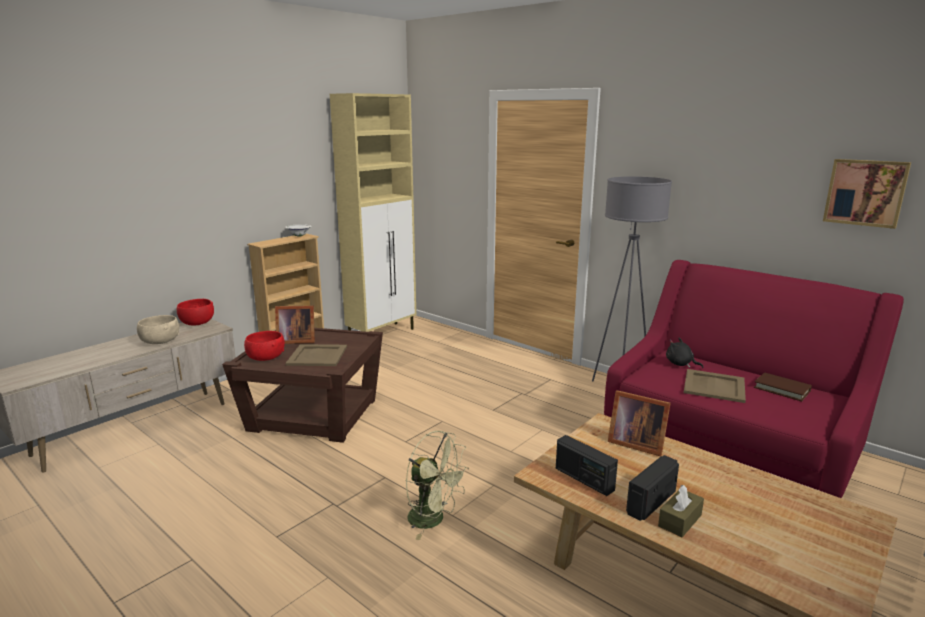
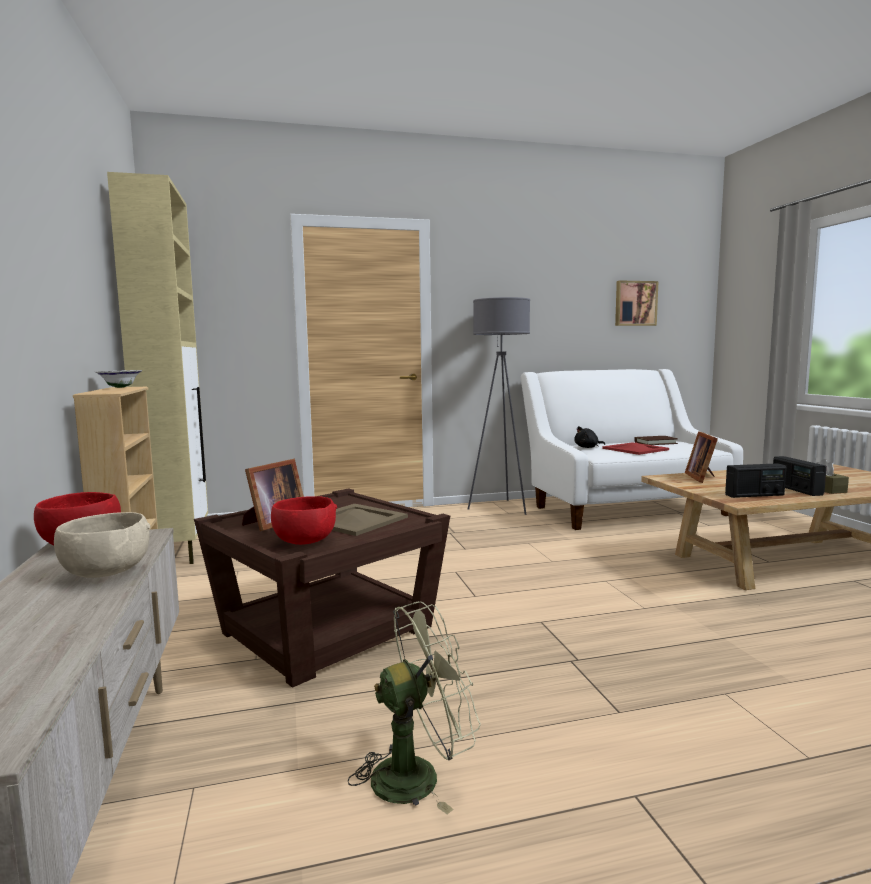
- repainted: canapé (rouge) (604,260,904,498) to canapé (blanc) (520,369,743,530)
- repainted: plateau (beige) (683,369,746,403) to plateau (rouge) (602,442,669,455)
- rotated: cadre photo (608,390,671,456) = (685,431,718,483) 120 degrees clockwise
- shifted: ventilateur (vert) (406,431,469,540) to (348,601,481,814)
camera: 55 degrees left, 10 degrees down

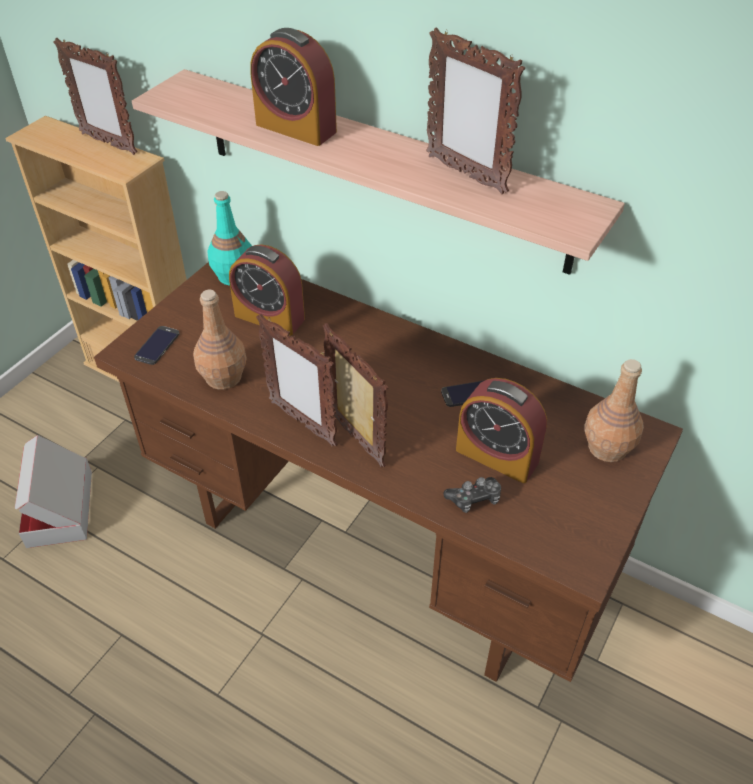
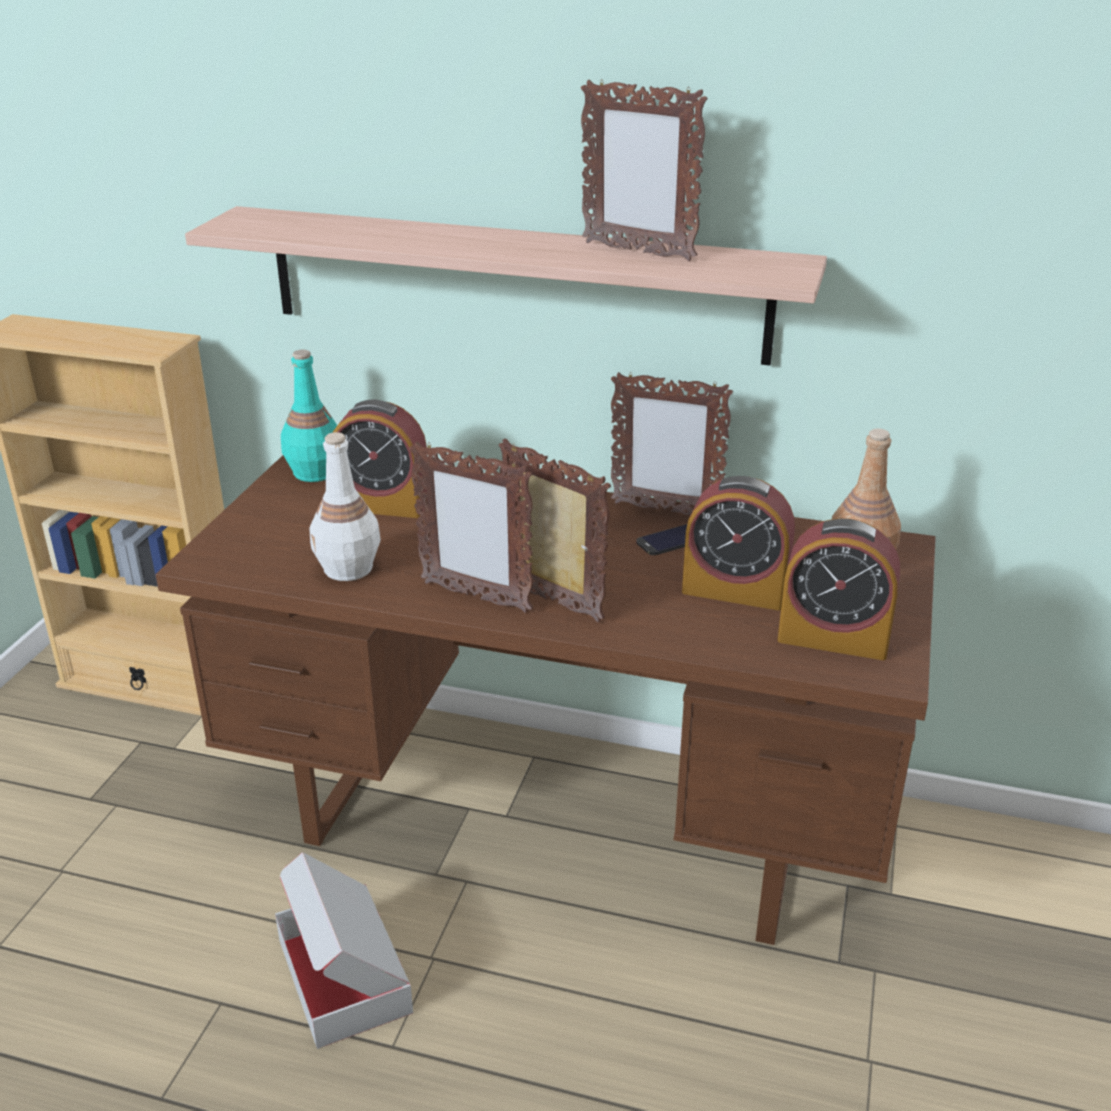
- shifted: réveil (250,28,337,146) to (778,518,900,660)
- shifted: cadre photo (53,38,137,155) to (611,372,733,515)
- repainted: bouteille (marron) (193,290,247,390) to bouteille (blanc) (309,432,381,581)
- gone: téléphone (134,326,180,365)
- shifted: carton (15,435,92,548) to (275,852,413,1049)
- gone: manette (443,477,501,513)
camera: 15 degrees left, 15 degrees down

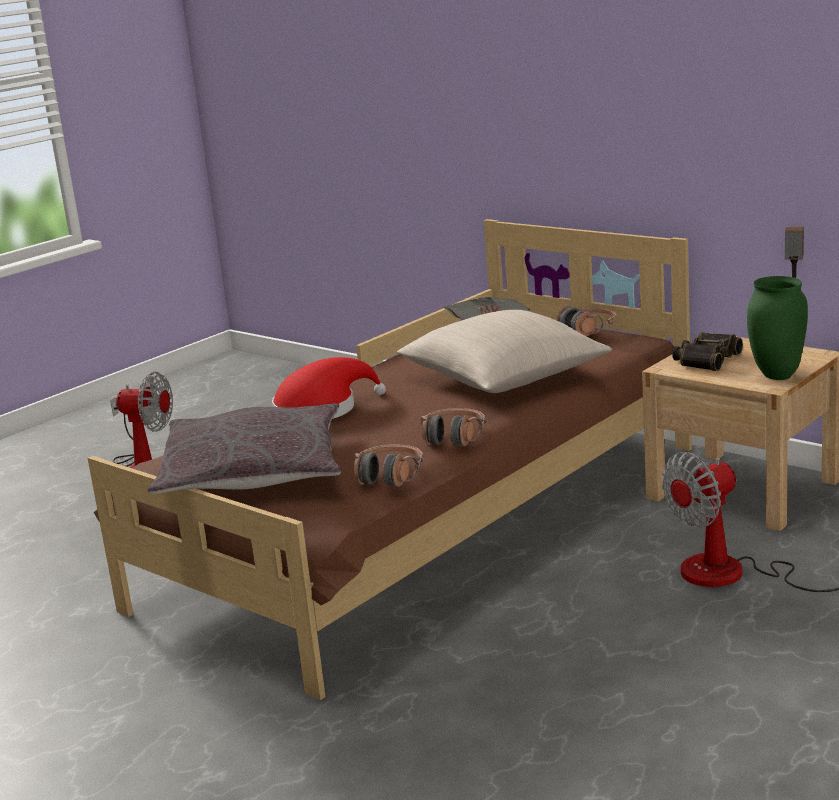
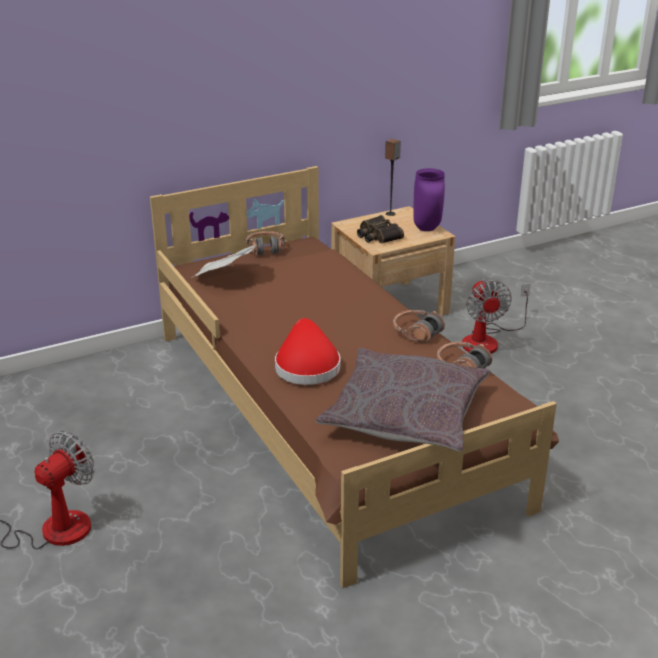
- repainted: vase (vert) (747,276,808,380) to vase (violet) (414,168,445,231)
- gone: coussin (beige) (397,310,612,393)
camera: 70 degrees left, 10 degrees up

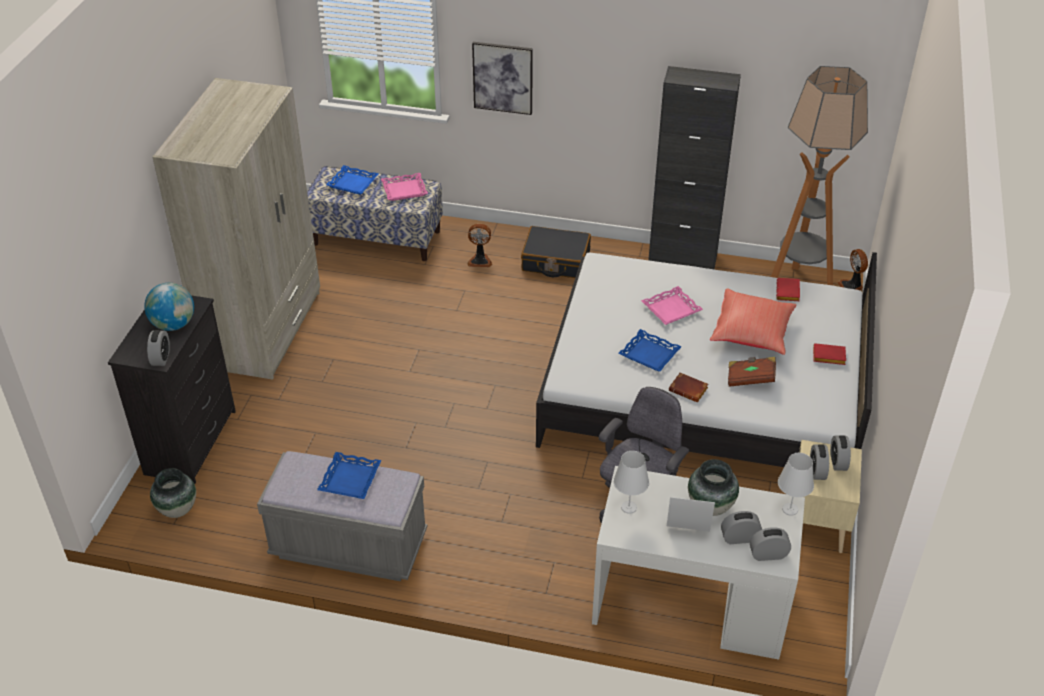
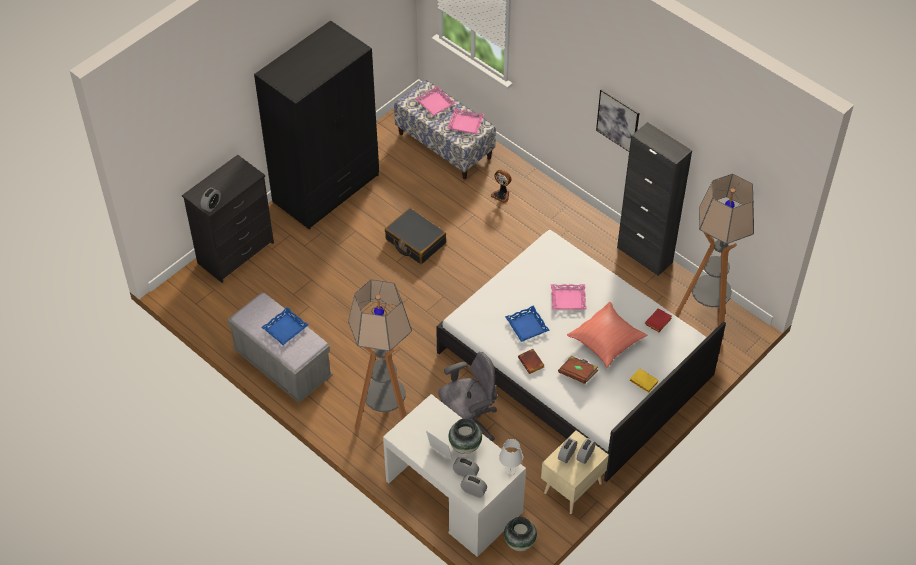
- shifted: tableau (472,42,533,115) to (596,89,640,152)
- repainted: armoire (beige) (152,78,320,380) to armoire (noir) (254,20,379,230)
- repainted: plateau (bleu) (326,165,378,195) to plateau (rose) (415,86,456,116)
- shifted: valise (noir) (521,226,591,278) to (385,208,446,264)
- gone: ventilateur (837,249,868,290)
- gone: globe (144,283,194,331)
- repainted: livre (rouge) (813,343,846,365) to livre (jaune) (630,368,659,393)
- gone: lampe de table (blanc) (613,451,649,514)
- shifted: vase (150,468,196,518) to (504,517,537,551)
- new: lampadaire (348,279,412,431)
camera: 30 degrees right, 10 degrees up

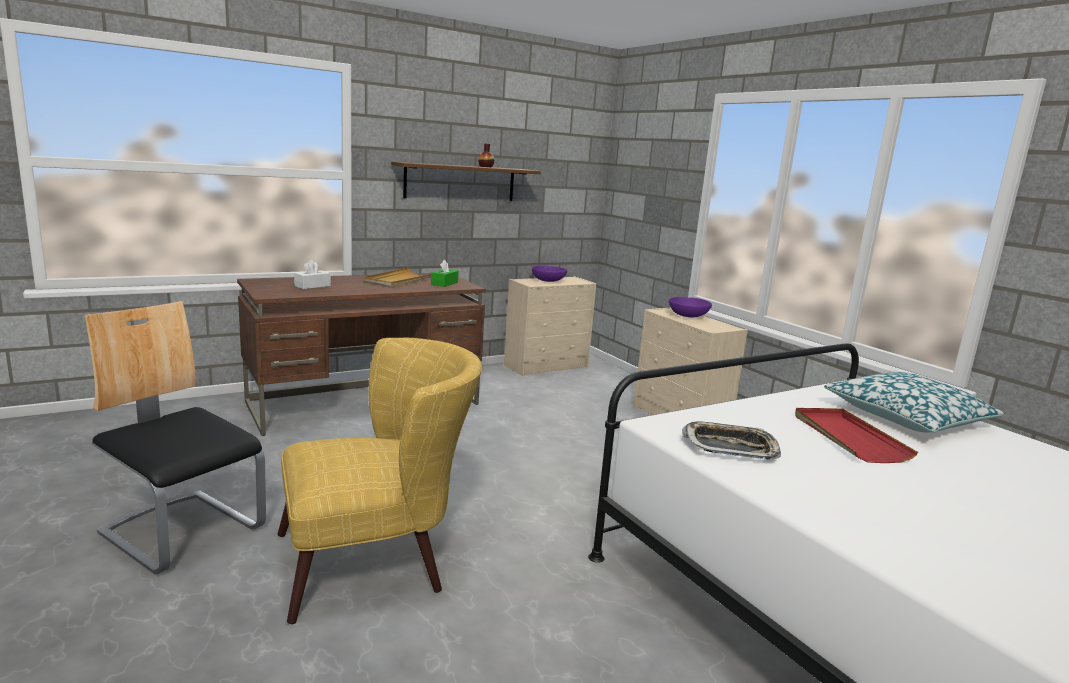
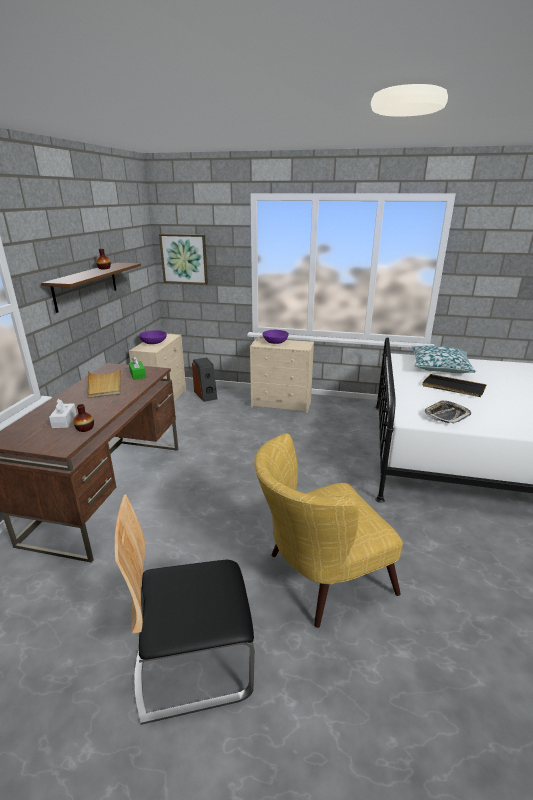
- rotated: fauteuil (jaune) (278,338,482,624) = (254,433,403,628) 135 degrees counterclockwise
- repainted: plateau (rouge) (795,408,918,463) to plateau (noir) (422,374,487,397)
- new: tableau (159,234,208,285)
- new: enceinte (192,357,217,402)
- new: vase (74,404,94,432)
camera: 45 degrees left, 10 degrees up

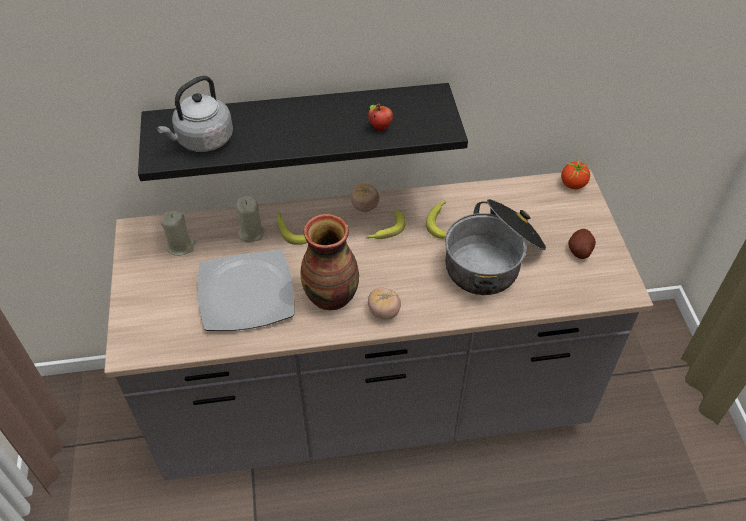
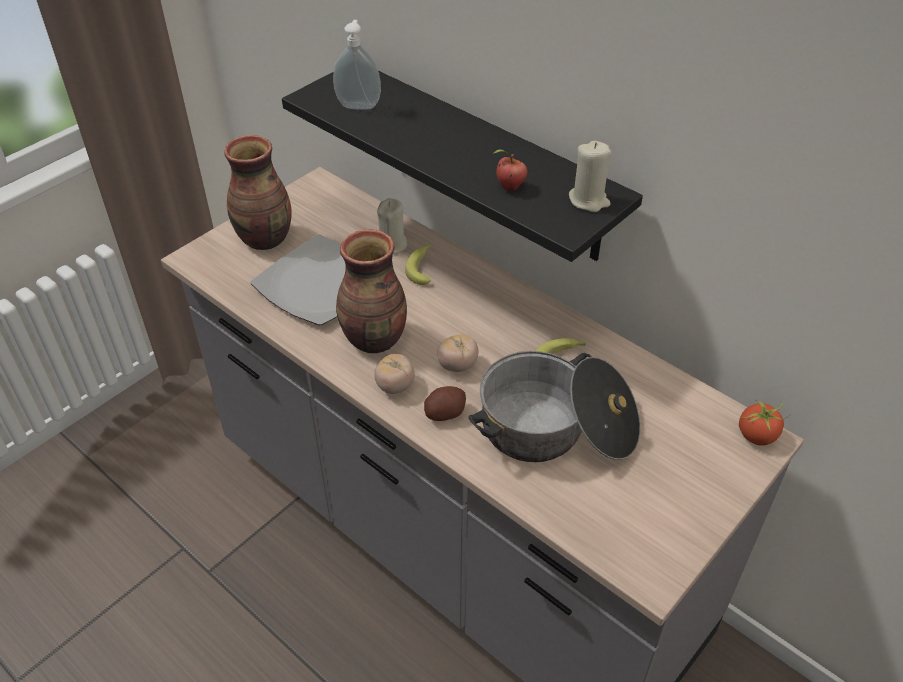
- swapped: bouilloire (gris) (157,75,233,152) to distributeur de savon (333,20,381,110)
- shifted: tomate (351,183,379,212) to (437,334,478,372)
- shifted: bougie (beige) (160,210,196,256) to (569,141,611,212)
- gone: banane (366,211,406,239)
- shifted: pomme de terre (568,229,596,259) to (424,386,466,421)
- new: vase (224,135,292,250)
camera: 50 degrees right, 5 degrees down

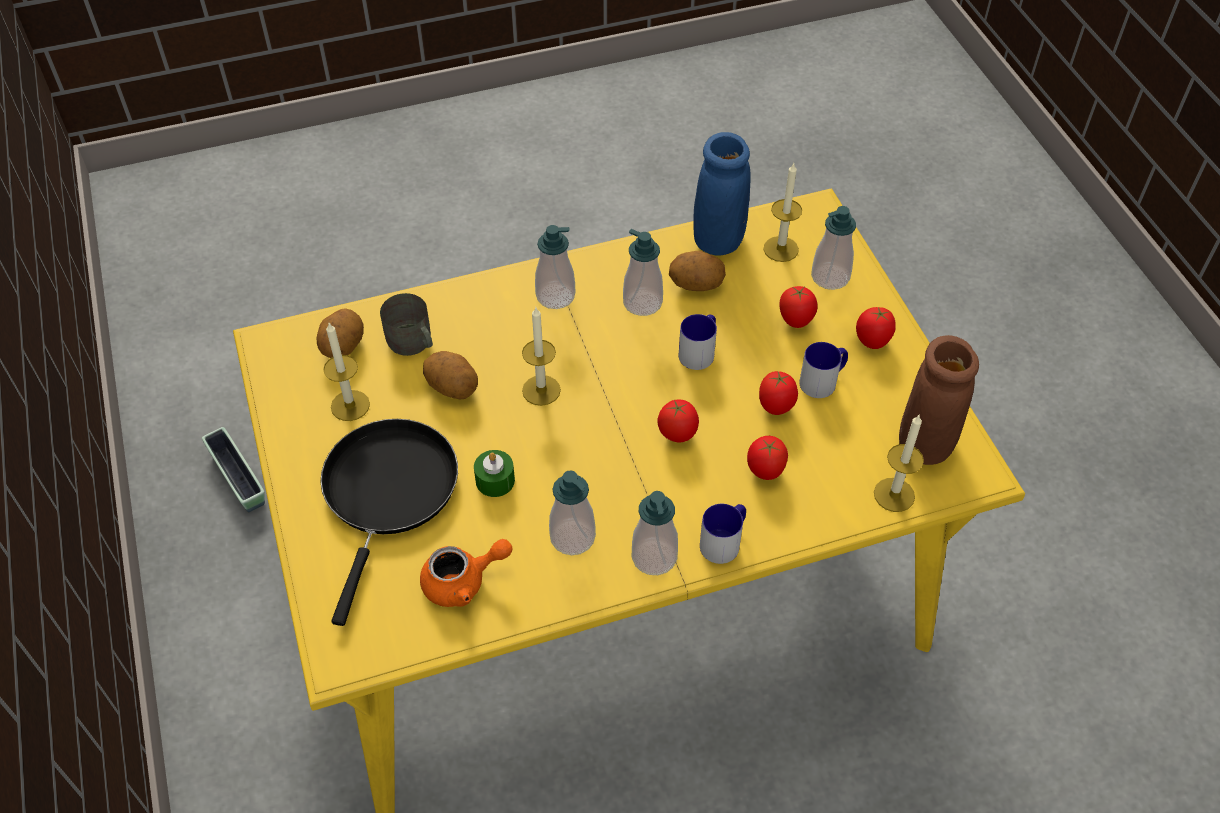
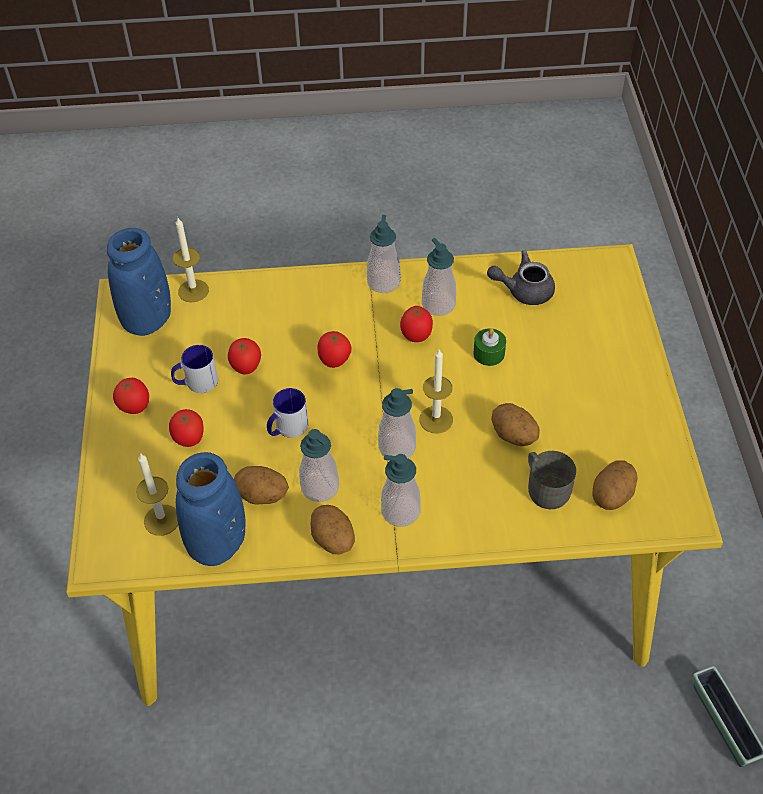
- shifted: distributeur de savon (811,206,856,290) to (378,388,416,458)
- gone: bougie (323,323,370,421)
- repainted: vase (marron) (899,335,979,465) to vase (bleu) (107,228,171,336)
- gone: poêle (noir) (321,419,458,626)
- shifted: tomate (747,436,788,480) to (400,306,433,342)
- gone: mug (700,504,746,564)
- repainted: théière (orange) (420,539,512,607) to théière (gris) (487,250,555,305)
- new: pomme de terre (311,505,355,555)
camera: 165 degrees left, 0 degrees up

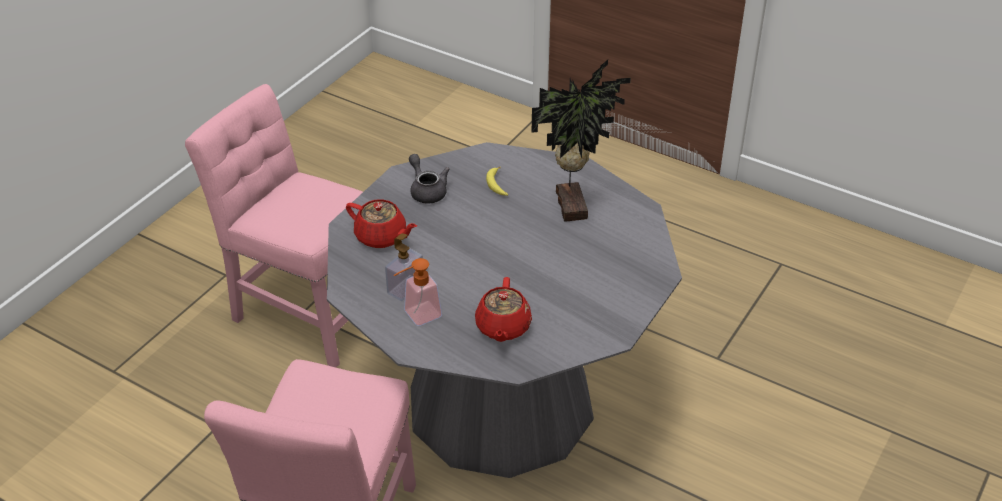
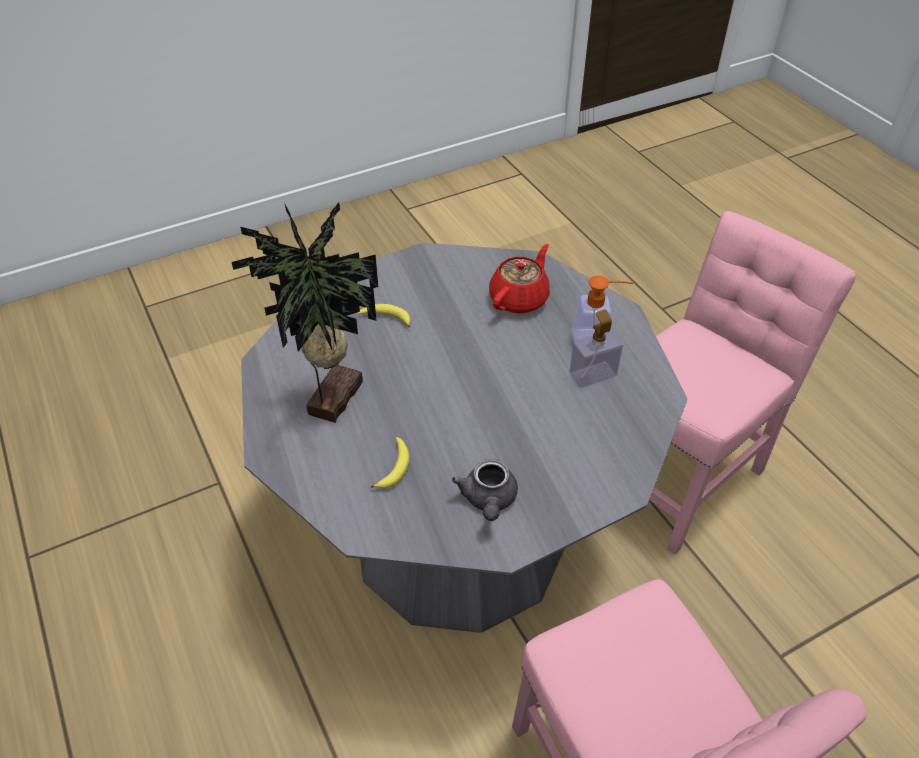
- gone: théière (rouge) (346,199,417,248)
- new: banane (358,304,411,328)
camera: 150 degrees left, 5 degrees up

